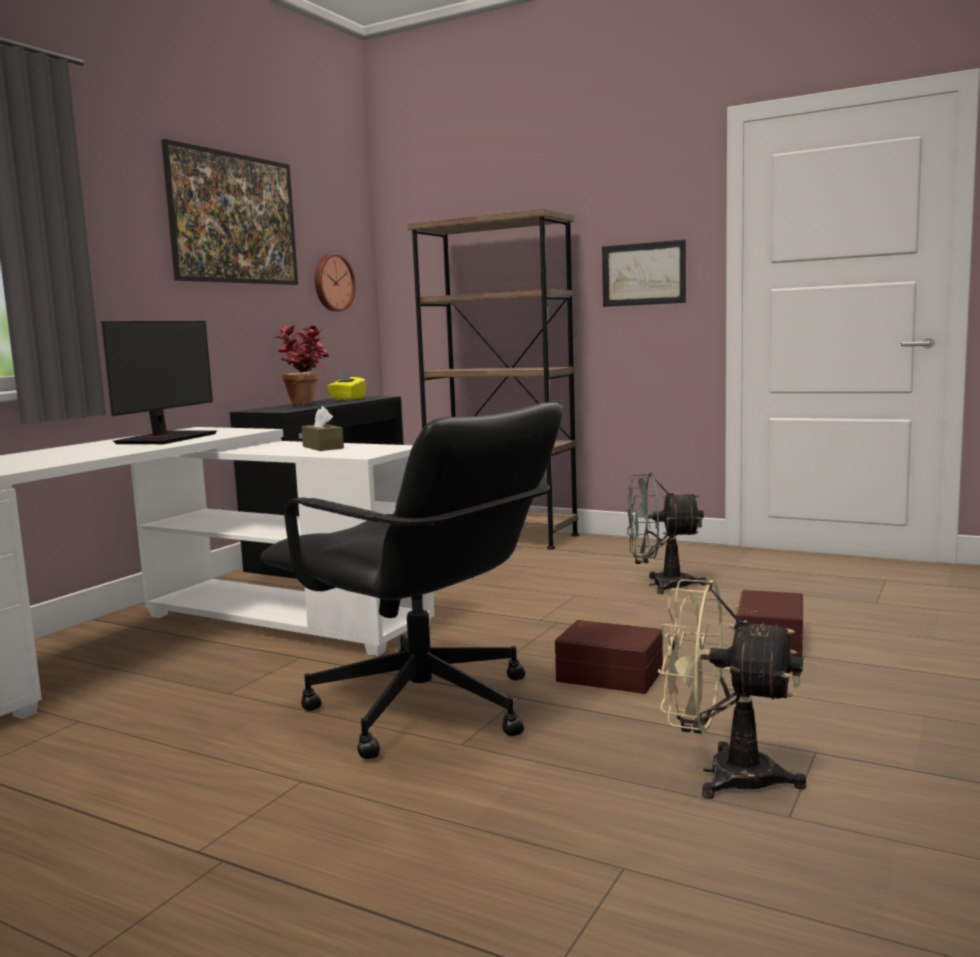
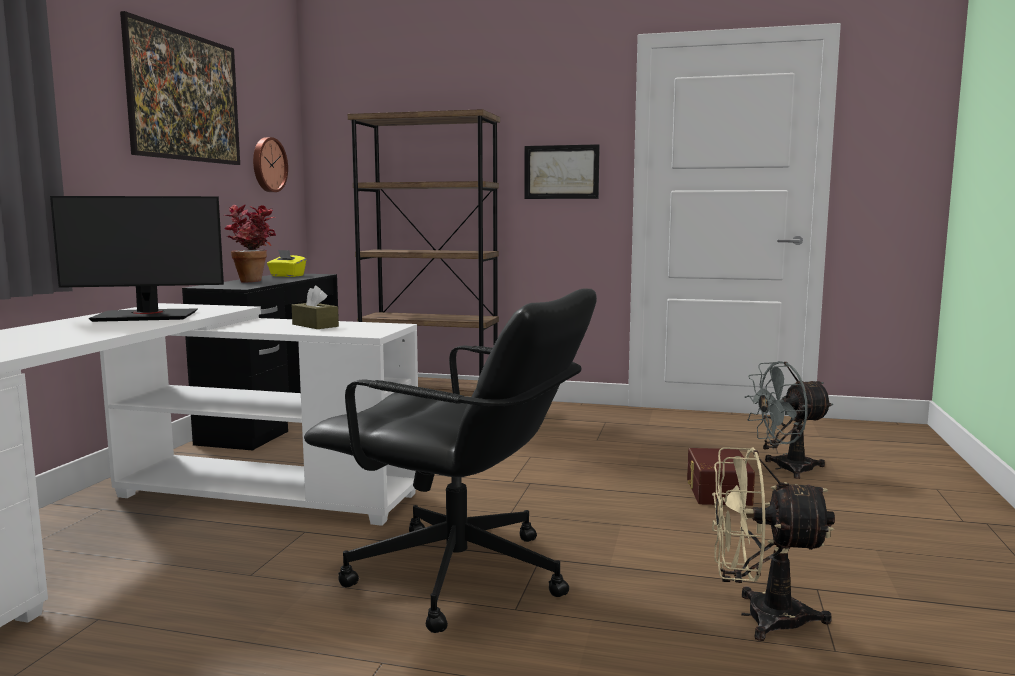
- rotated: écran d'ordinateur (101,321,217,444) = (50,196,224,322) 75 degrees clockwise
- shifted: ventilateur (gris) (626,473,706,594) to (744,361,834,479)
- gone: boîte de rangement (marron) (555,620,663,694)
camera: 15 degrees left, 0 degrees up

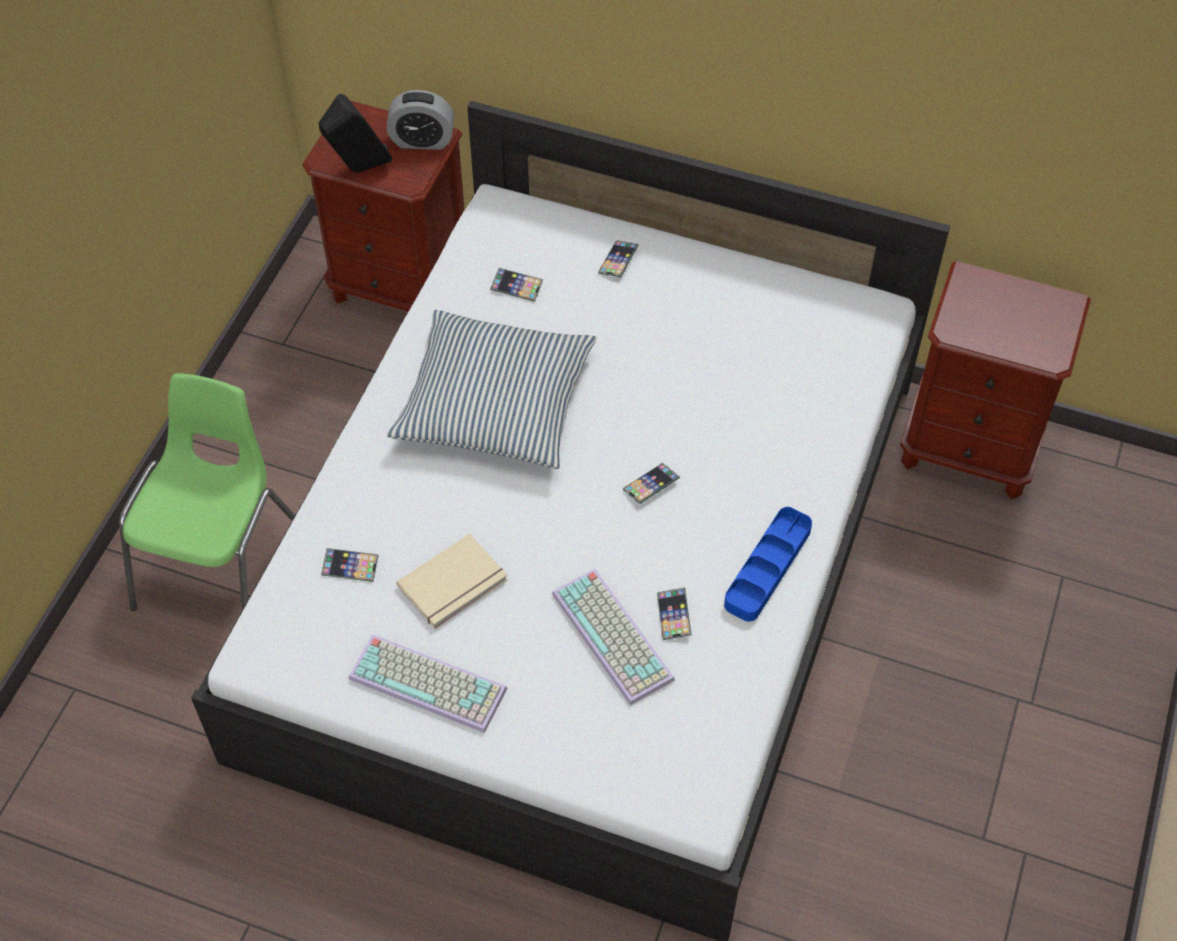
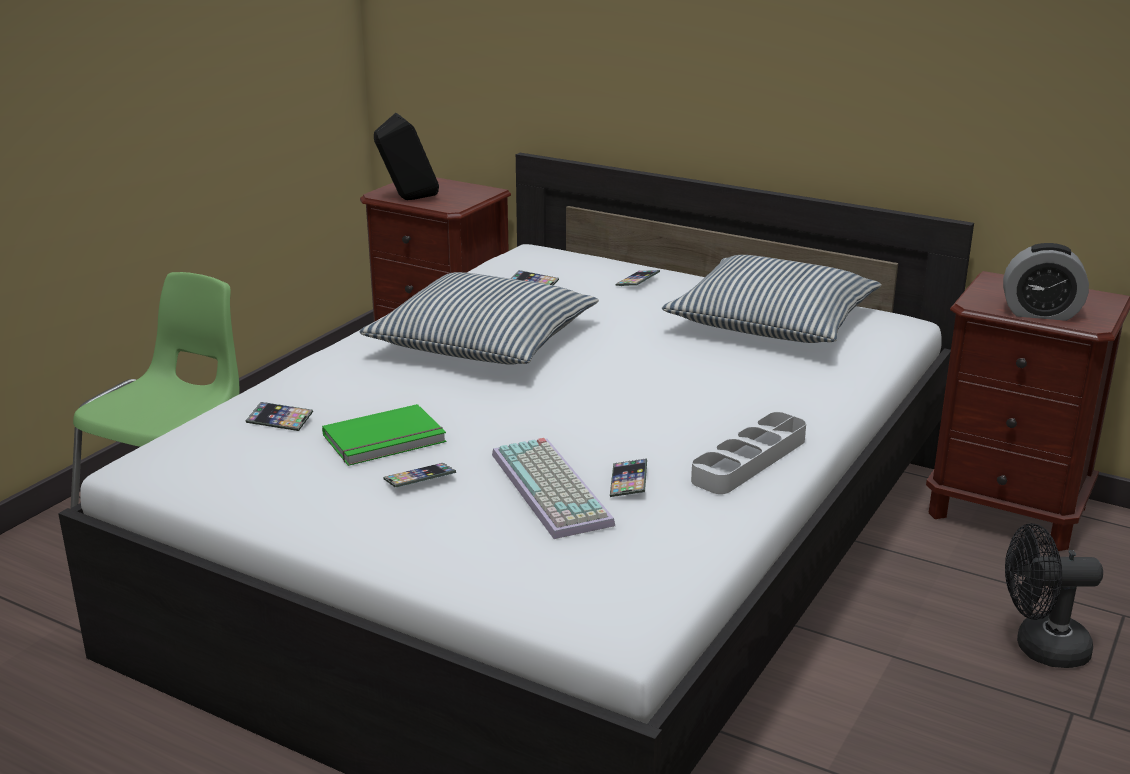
- shifted: réveil (387,90,454,150) to (1003,243,1089,321)
- shifted: téléphone (623,463,680,504) to (383,463,456,488)
- repainted: plateau (bleu) (724,507,812,621) to plateau (gris) (691,412,806,494)
- repainted: livre (beige) (397,534,508,629) to livre (vert) (322,404,446,466)
- gone: clavier (349,634,507,733)
- new: coussin (662,255,882,343)
- new: ventilateur (noir) (1005,523,1103,668)
camera: 10 degrees right, 30 degrees down

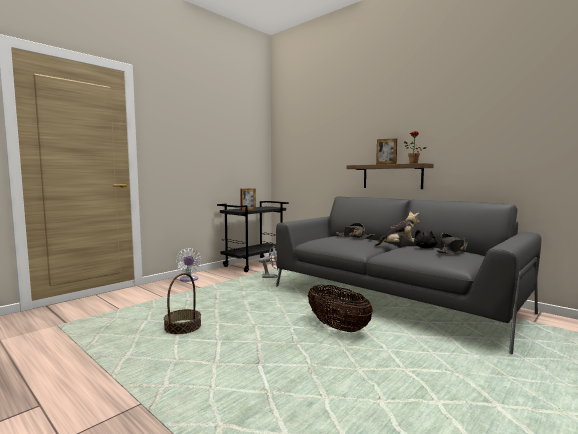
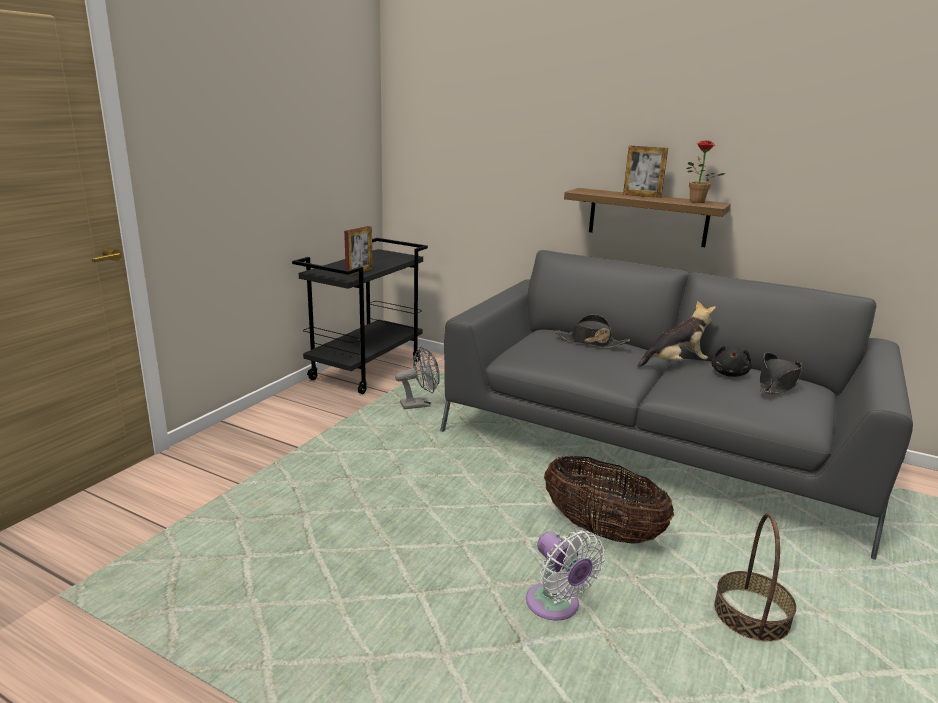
- shifted: ventilateur (blanc) (176,248,201,282) to (526,530,605,620)
- shifted: panier (164,273,201,334) to (714,513,796,642)
camera: 15 degrees left, 15 degrees up

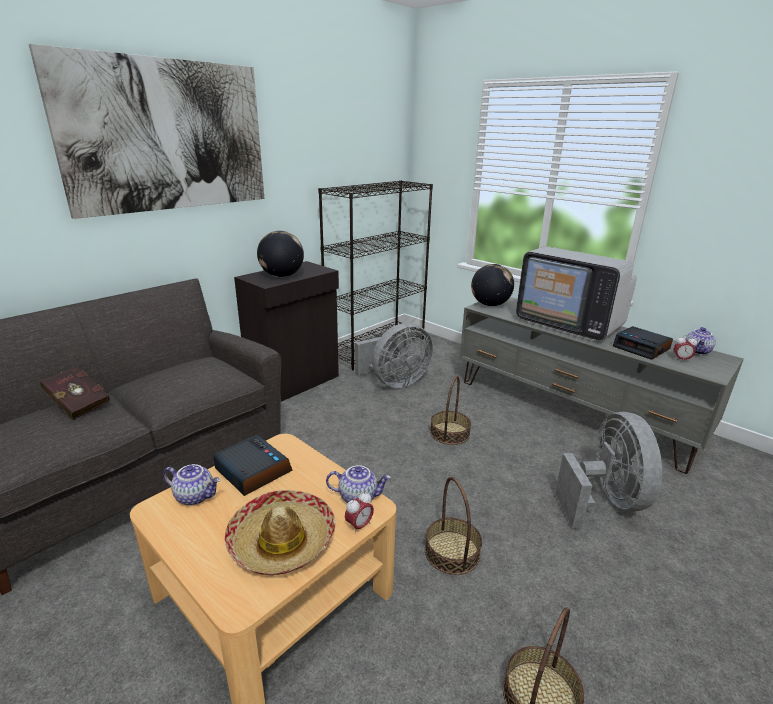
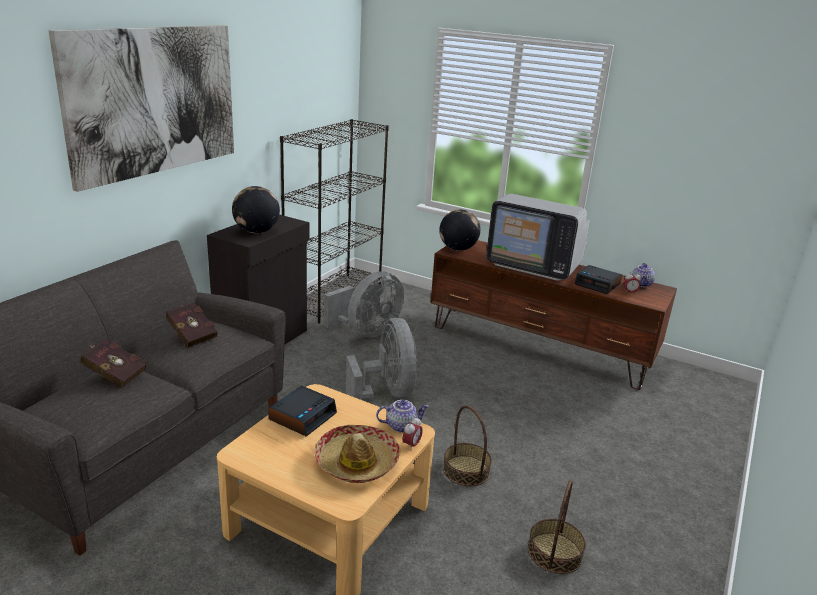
- repainted: meuble télé (gris) (460,297,744,474) to meuble télé (marron) (431,240,677,390)
- gone: panier (430,376,471,445)
- shifted: ventilateur (gris) (555,412,662,528) to (346,318,418,400)
- rotated: réveil (213,435,292,496) = (268,386,337,437) 90 degrees clockwise
- gone: théière (163,464,220,505)
- new: livre (rouge) (166,302,218,348)
camera: 15 degrees left, 0 degrees up

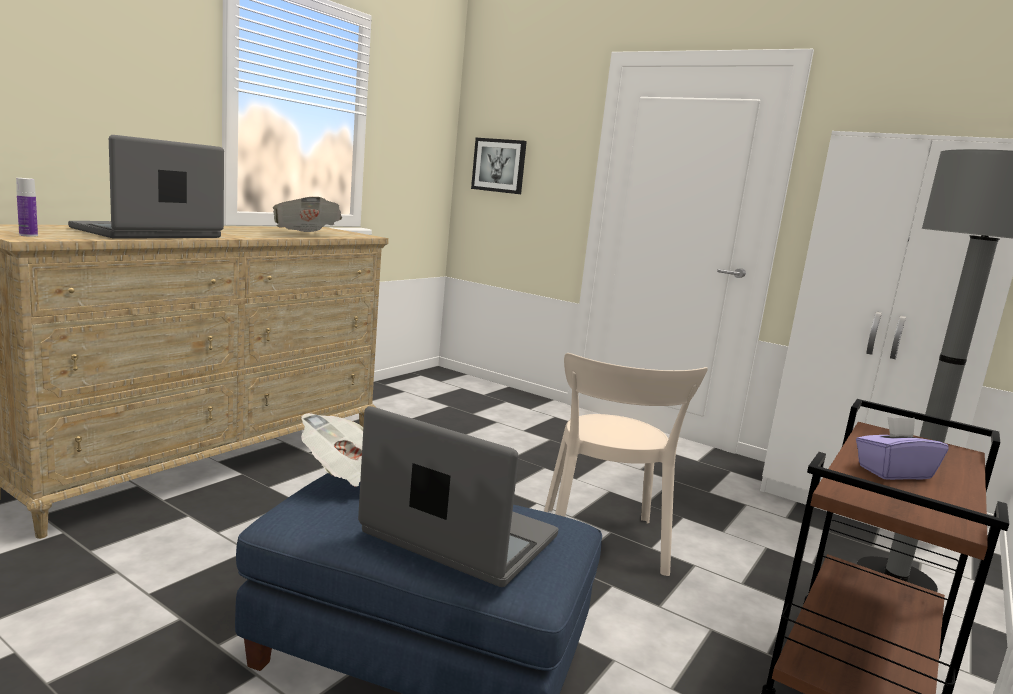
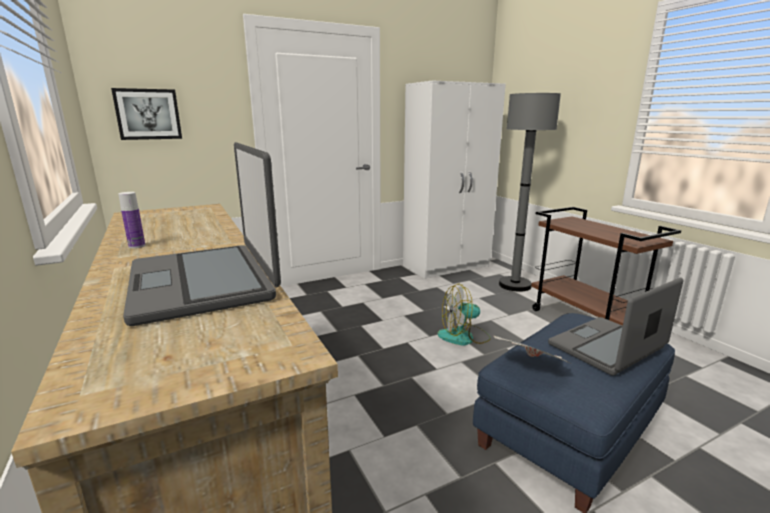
- shifted: bouteille (16,178,38,237) to (118,192,145,248)
- gone: journal (273,197,342,232)
- swapped: chaise (beige) (544,353,708,576) to ventilateur (438,284,491,346)
- gone: boîte à mouchoirs (violet) (856,417,949,480)
camera: 60 degrees left, 5 degrees up

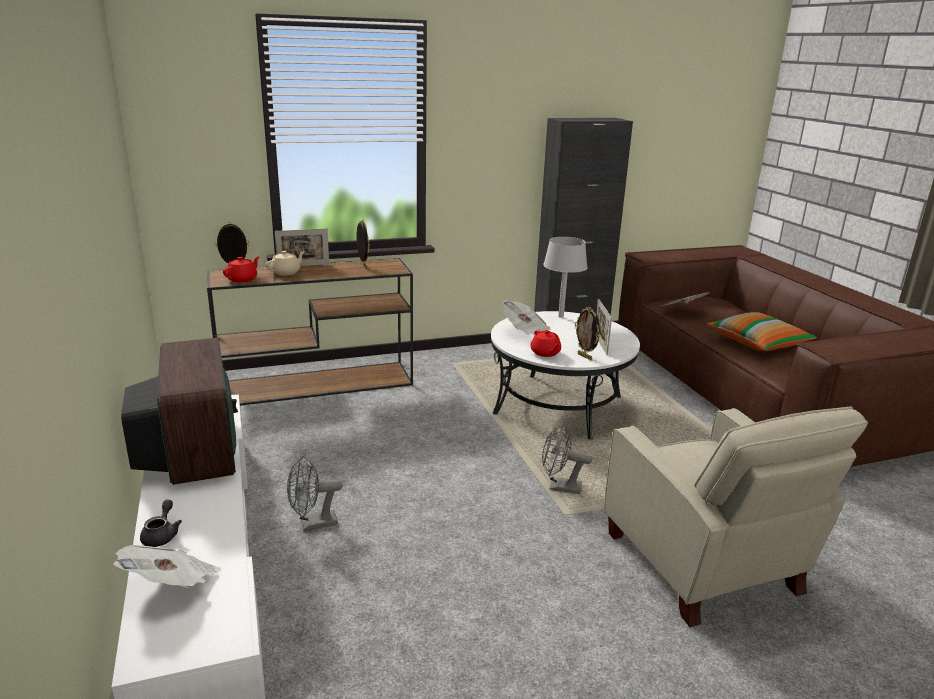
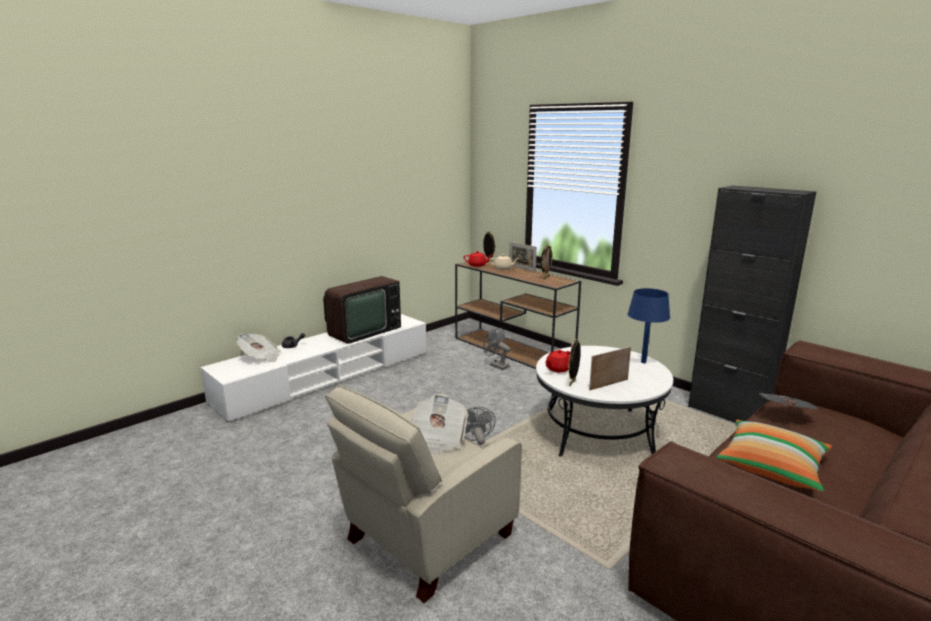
- repainted: lampe de table (gris) (543,237,588,318) to lampe de table (bleu) (627,288,670,363)
- shifted: journal (503,300,550,336) to (411,394,468,455)
- shifted: ventilateur (gris) (287,456,343,531) to (483,328,511,370)
camera: 65 degrees right, 5 degrees down

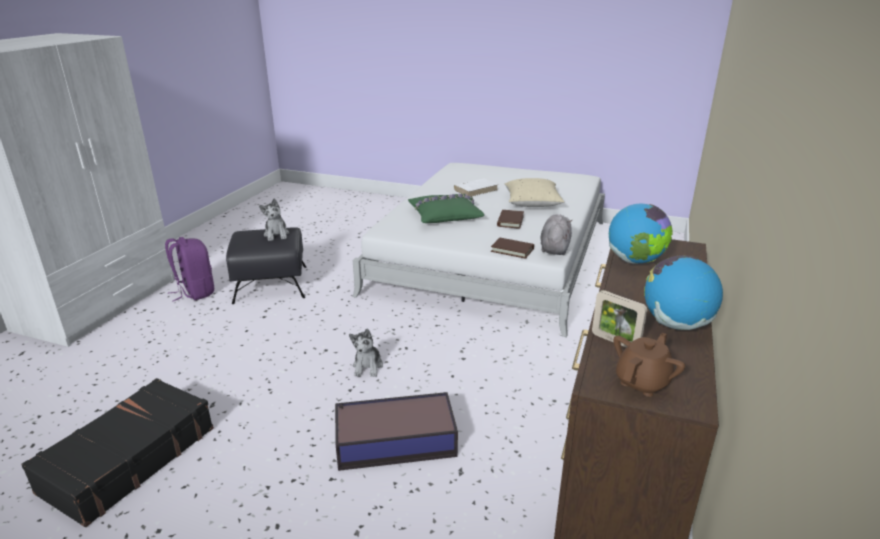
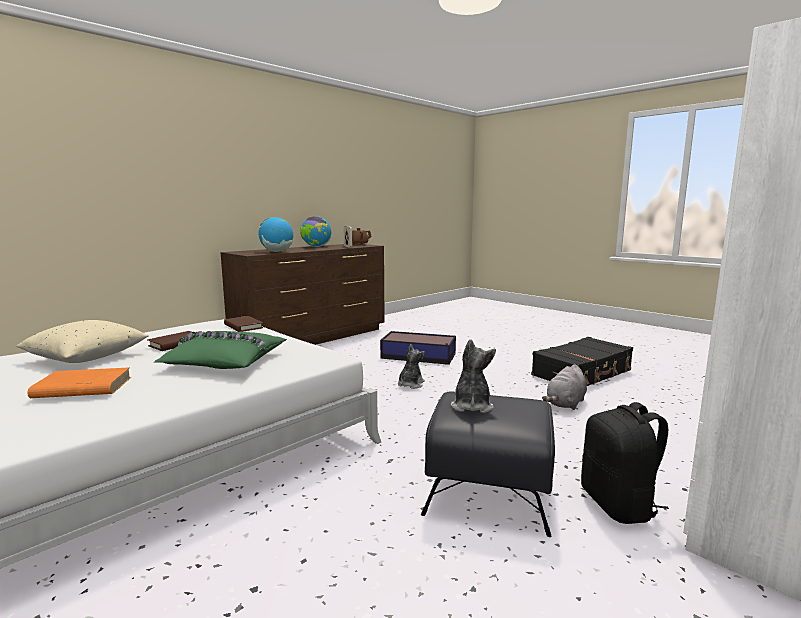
- repainted: livre (blanc) (453,178,498,197) to livre (orange) (27,367,131,398)
- shifted: peluche (gris) (540,214,573,255) to (542,364,587,410)
- repainted: sac à dos (violet) (165,237,214,301) to sac à dos (noir) (581,402,669,524)
camera: 155 degrees left, 15 degrees down

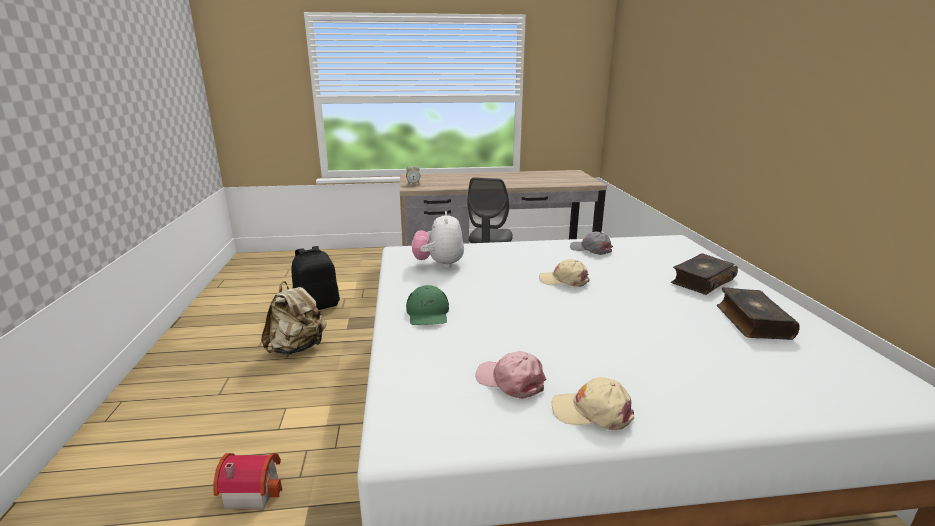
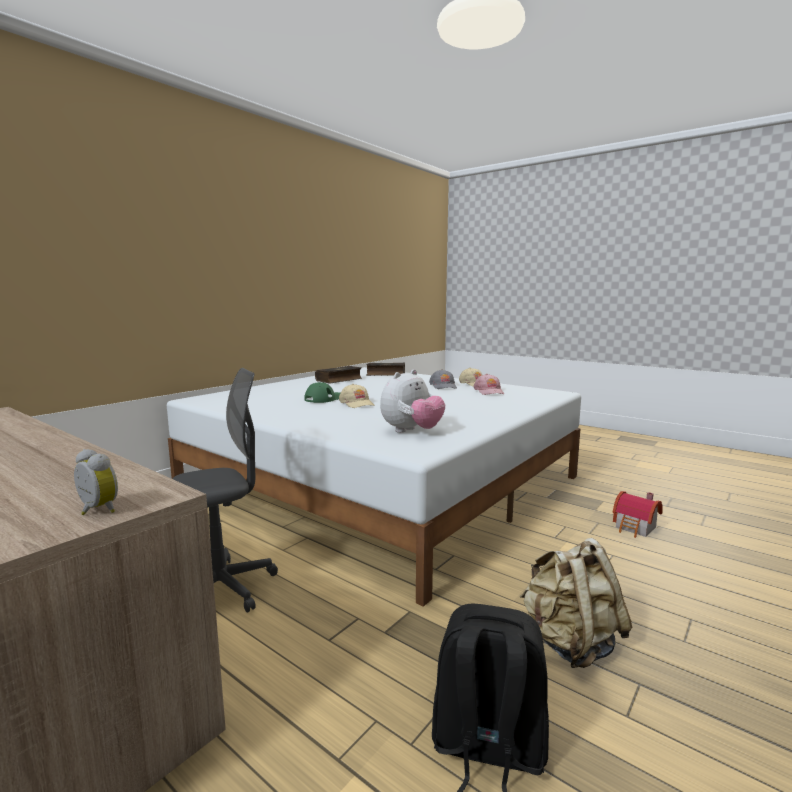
- shifted: casquette (gris) (570,232,613,255) to (429,369,457,389)
- shifted: livre (671,253,738,295) to (366,363,405,376)
- shifted: casquette (vert) (406,285,449,325) to (304,382,340,403)
camera: 135 degrees left, 10 degrees down

